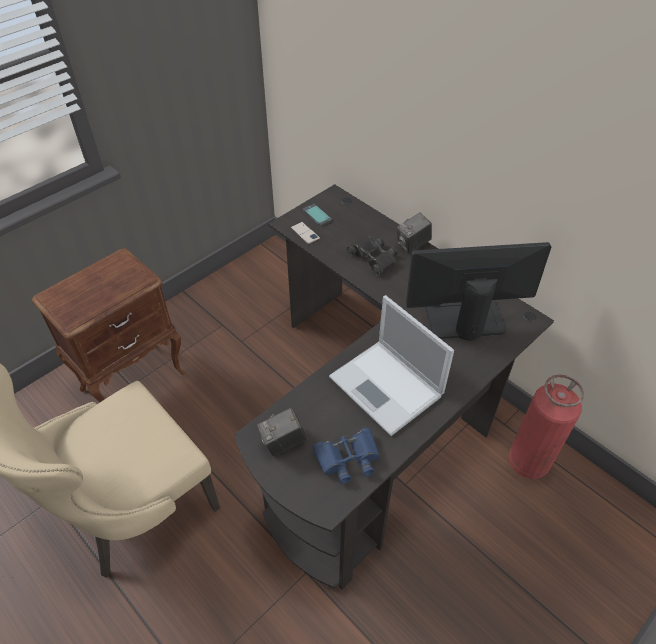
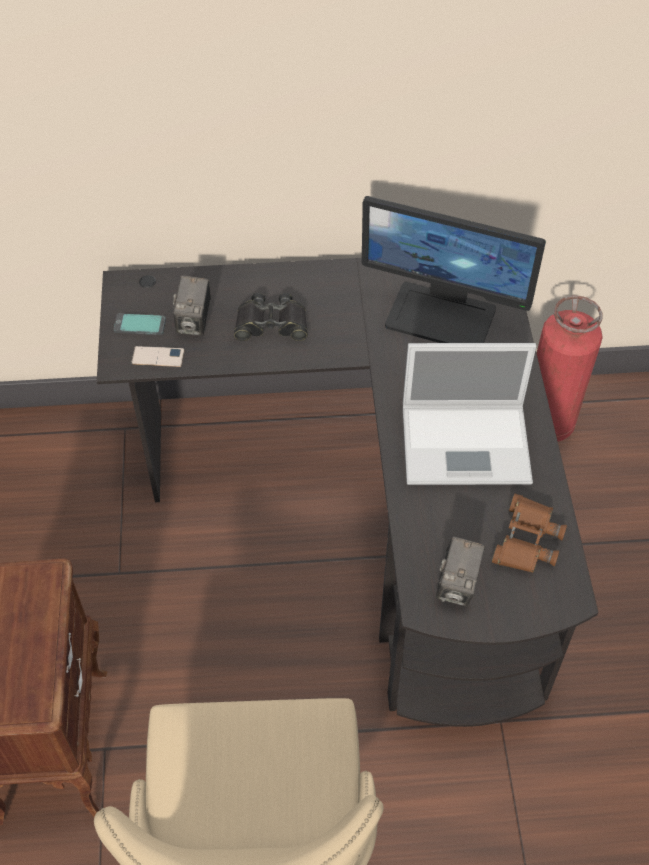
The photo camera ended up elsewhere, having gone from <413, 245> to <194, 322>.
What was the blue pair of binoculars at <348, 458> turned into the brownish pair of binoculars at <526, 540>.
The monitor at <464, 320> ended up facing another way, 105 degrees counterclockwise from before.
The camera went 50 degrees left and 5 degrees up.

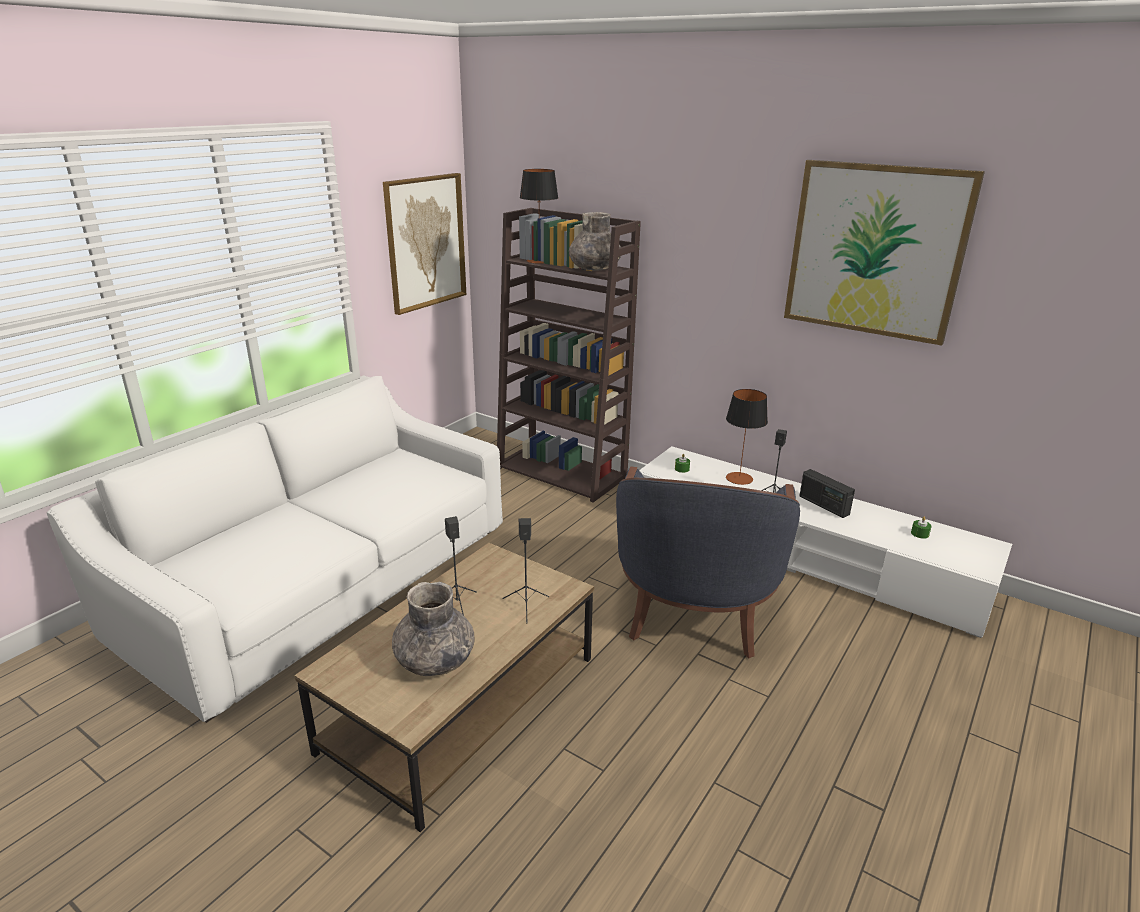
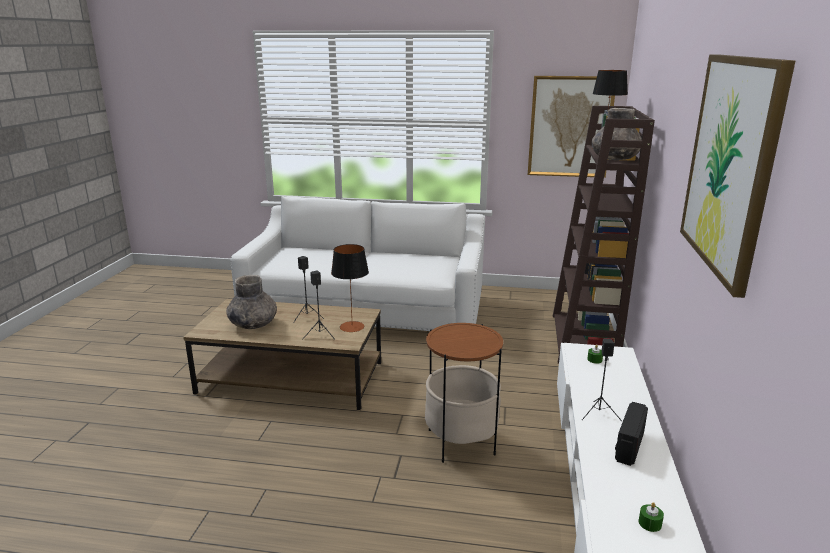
The tabletop lamp ended up elsewhere, having gone from <739, 478> to <352, 327>.
Where the blue lounge chair stood at <694, 606>, the side table came to stand at <460, 442>.
The camera went 65 degrees right and 5 degrees down.

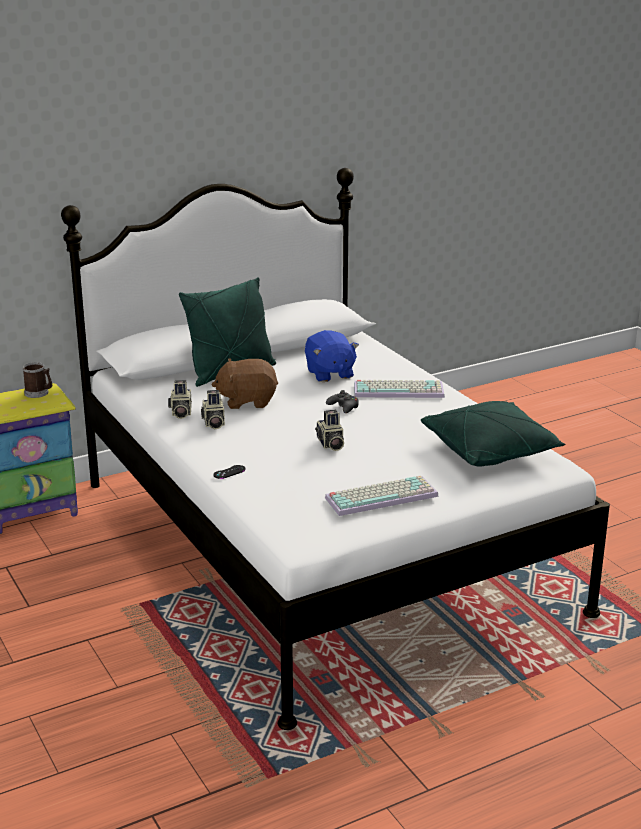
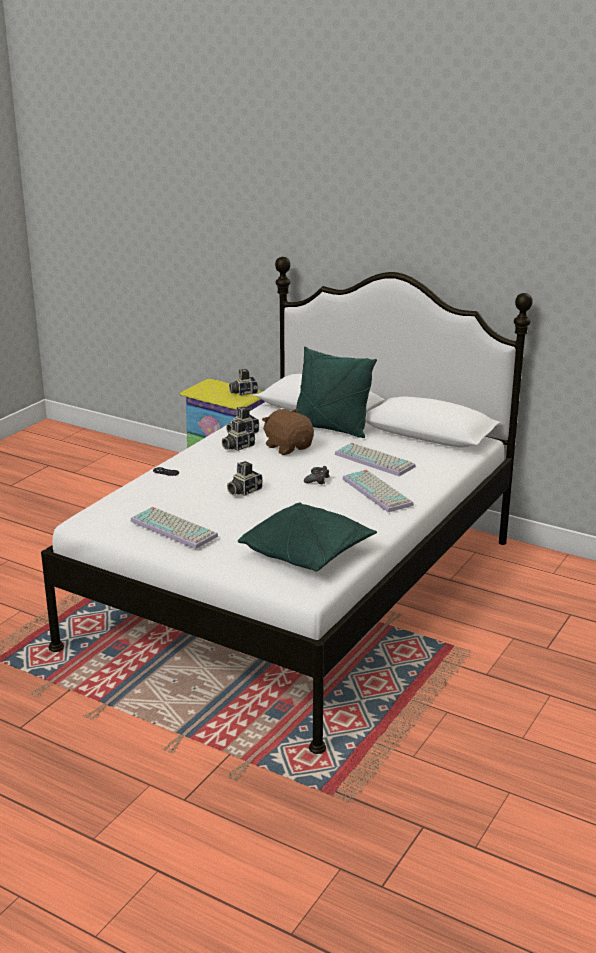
Where the tea mug stood at <39, 393>, the photo camera came to stand at <243, 392>.
Where the blue soft toy stood at <329, 374>, the computer keyboard came to stand at <376, 460>.
The camera went 60 degrees right and 0 degrees up.

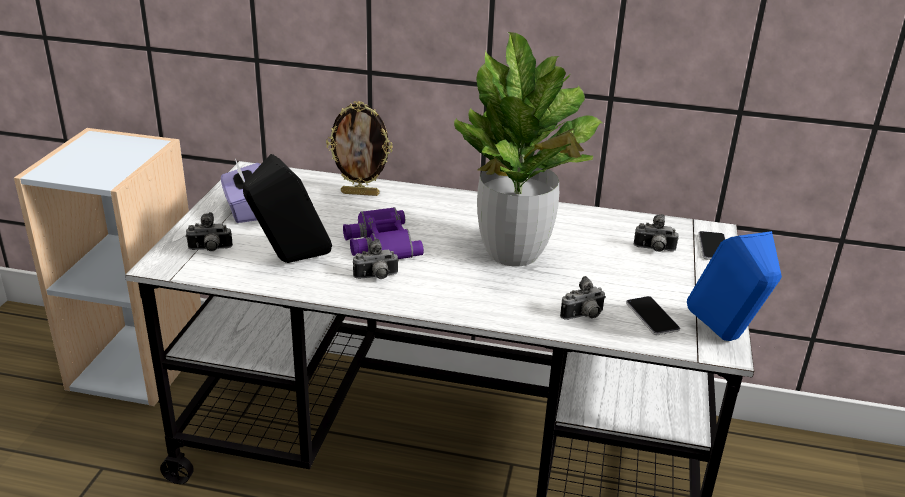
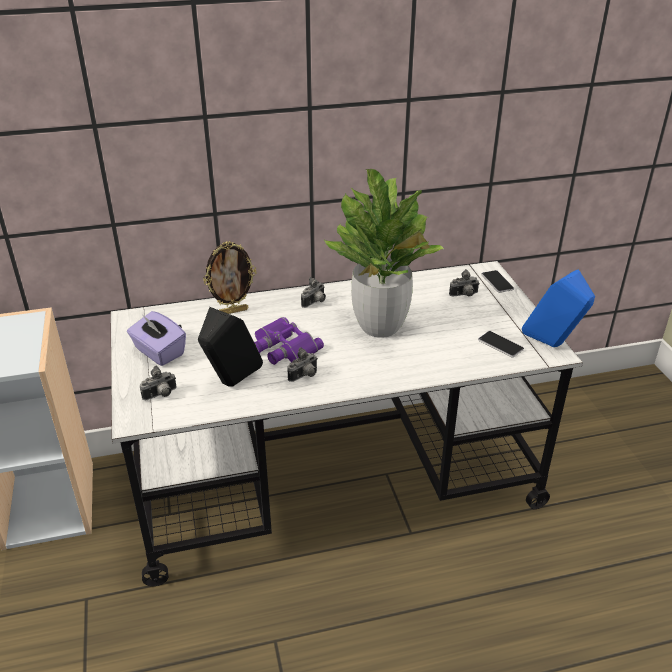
The photo camera ended up elsewhere, having gone from <584, 316> to <315, 302>.
The camera went 25 degrees left and 5 degrees up.

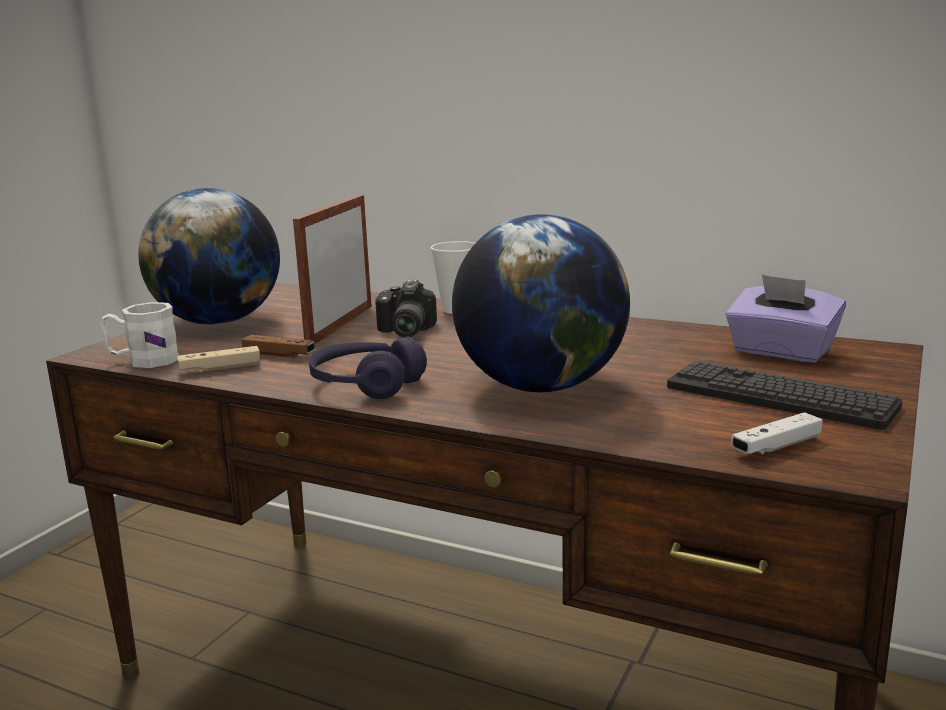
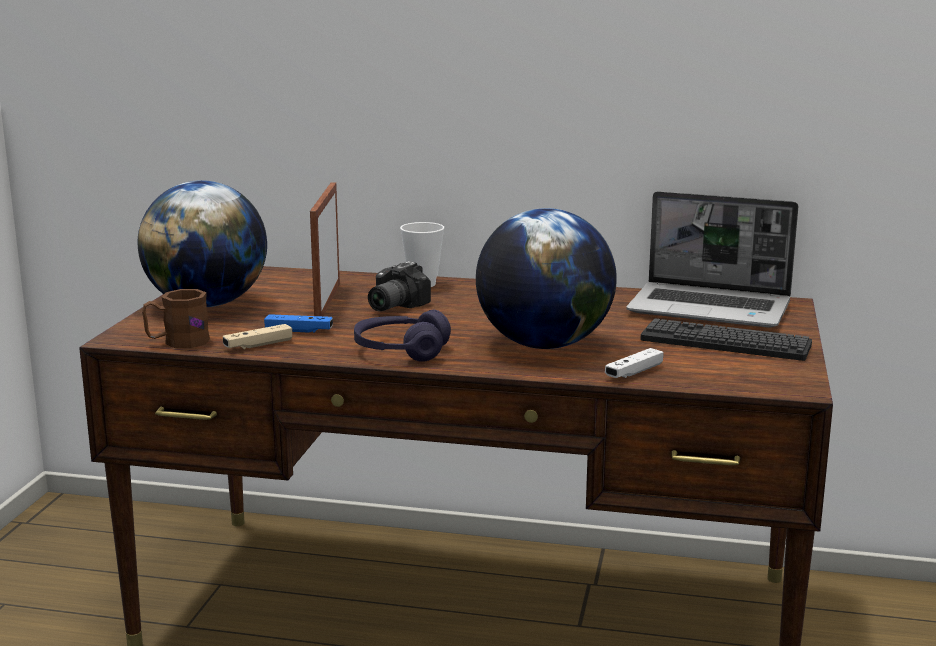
The white gamepad ended up elsewhere, having gone from <776, 446> to <634, 372>.
Where the purple tissue box stood at <781, 352>, the portable computer came to stand at <711, 308>.
What was the white tea mug at <143, 361> turned into the brownish tea mug at <177, 342>.
What was the brownish gamepad at <279, 354> turned into the blue gamepad at <299, 331>.
The photo camera at <403, 332> ended up facing another way, 45 degrees clockwise from before.
The camera went 15 degrees left and 0 degrees up.

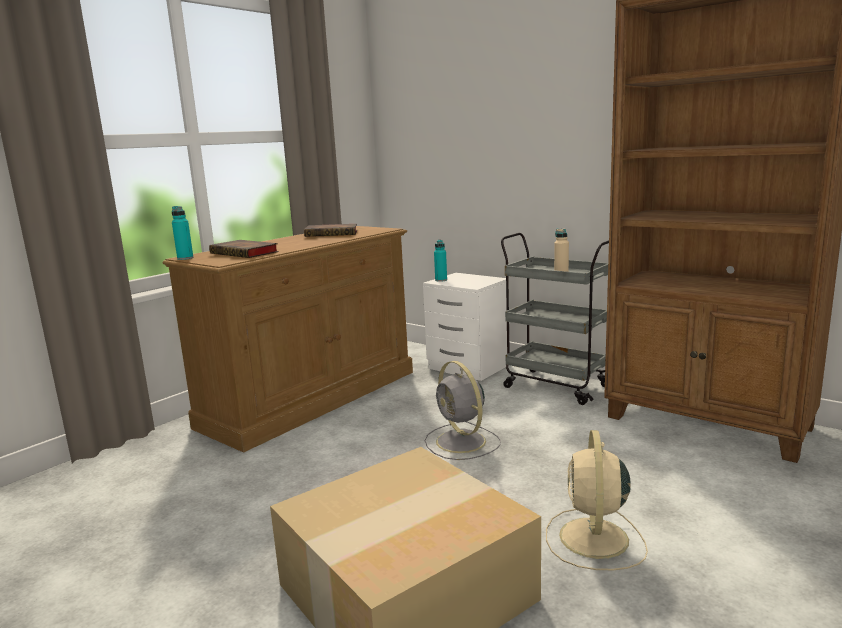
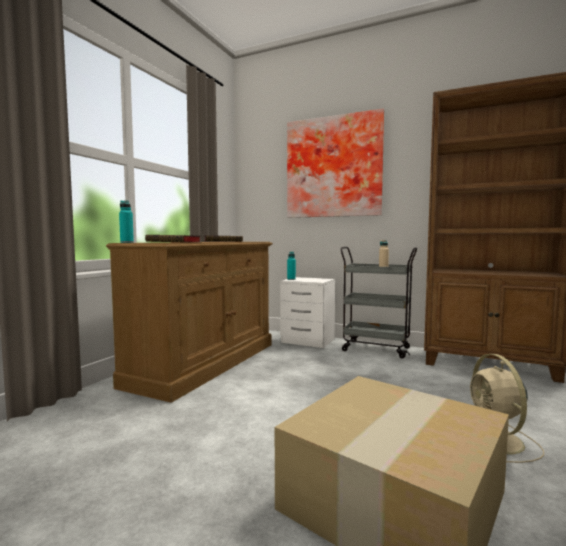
The second view lost the gray cooling fan at <462, 442>.
The second view gained the wall picture at <334, 167>.
The camera went 15 degrees left and 10 degrees down.

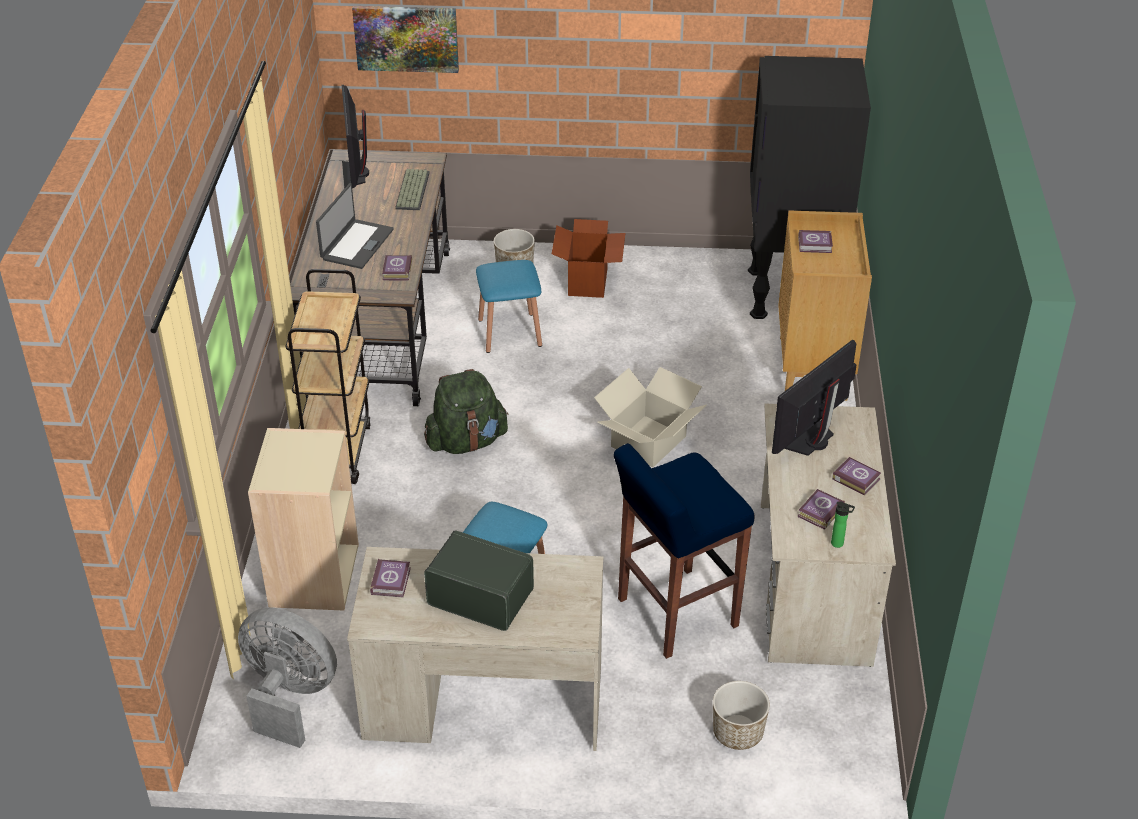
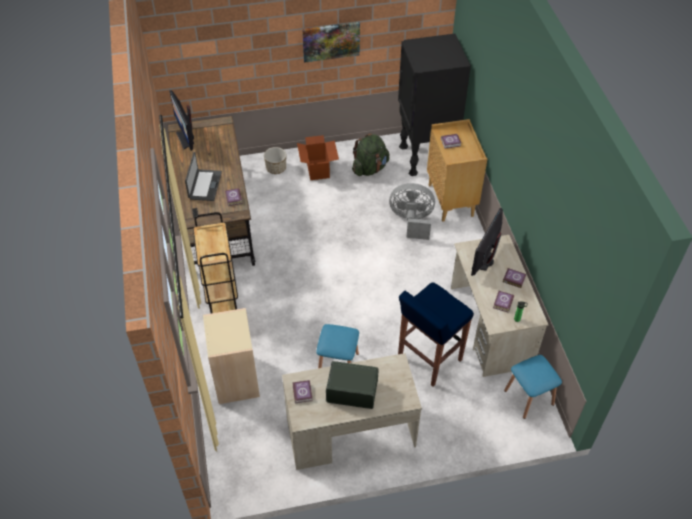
The second view lost the computer keyboard at <411, 190>.
The second view lost the cardboard box at <647, 441>.
The second view lost the planter at <737, 732>.
The gray cooling fan ended up elsewhere, having gone from <289, 696> to <412, 221>.
The wall picture ended up elsewhere, having gone from <406, 38> to <331, 41>.
The greenish rucksack ended up elsewhere, having gone from <466, 442> to <370, 168>.
The blue sitting stool ended up elsewhere, having gone from <509, 332> to <529, 397>.
The camera went 15 degrees left and 10 degrees up.

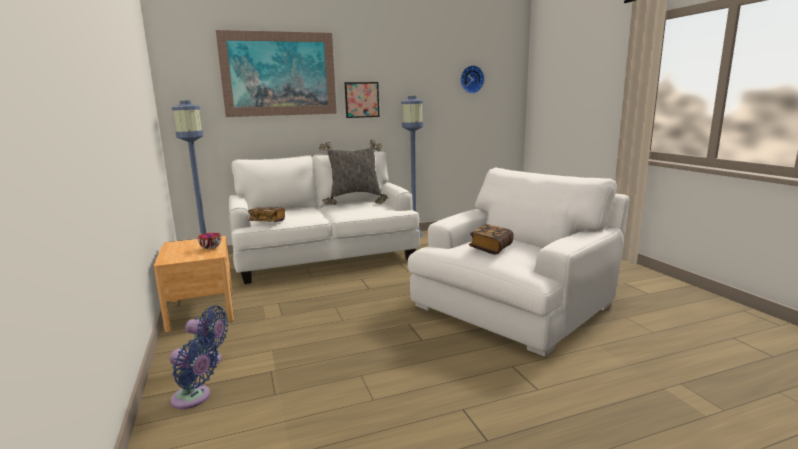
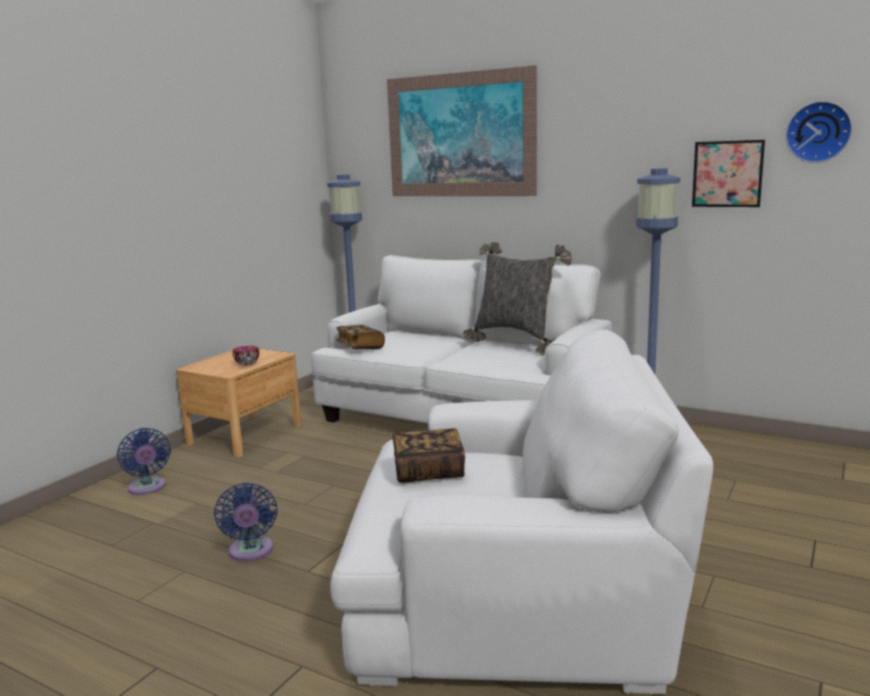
The blue cooling fan ended up elsewhere, having gone from <194, 398> to <251, 552>.
The wall picture ended up elsewhere, having gone from <362, 100> to <727, 174>.
The camera went 50 degrees right and 0 degrees up.

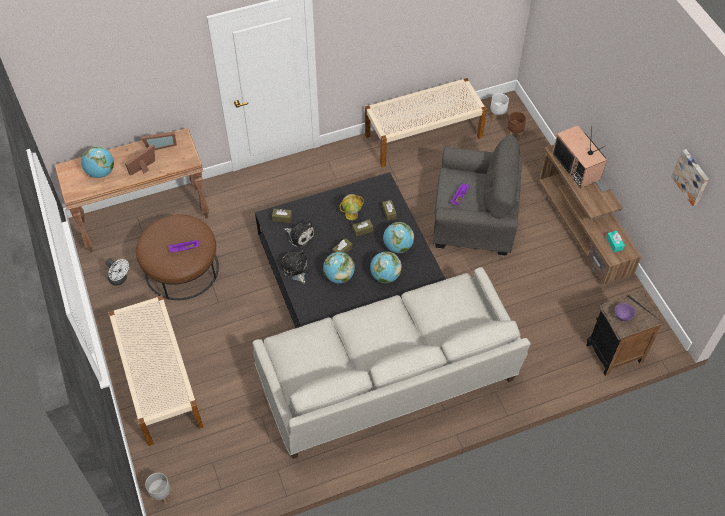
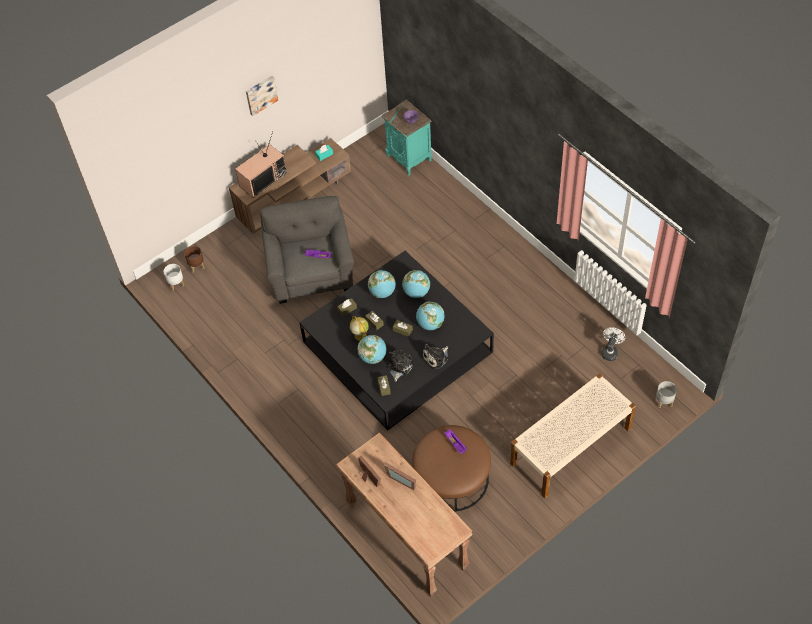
The second view lost the white settee at <387, 379>.
The second view lost the beige-coloured indoor bench at <423, 136>.
The desk globe ended up elsewhere, having gone from <101, 172> to <373, 357>.
The white cooling fan ended up elsewhere, having gone from <120, 280> to <610, 351>.
The wall picture ended up elsewhere, having gone from <691, 177> to <261, 94>.
What was the blackish nightstand at <613, 352> turned into the turquoise nightstand at <408, 158>.
The camera went 105 degrees left and 0 degrees up.

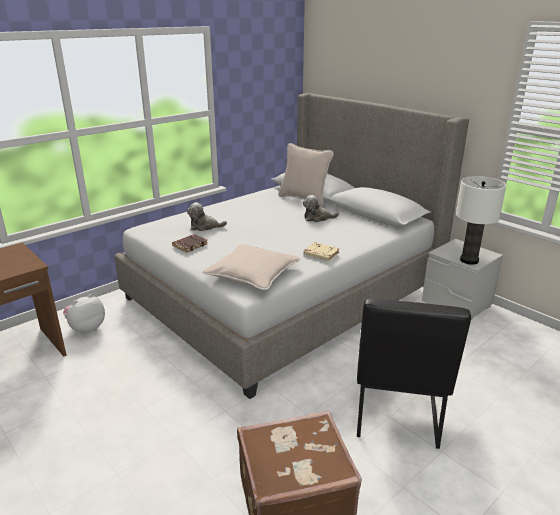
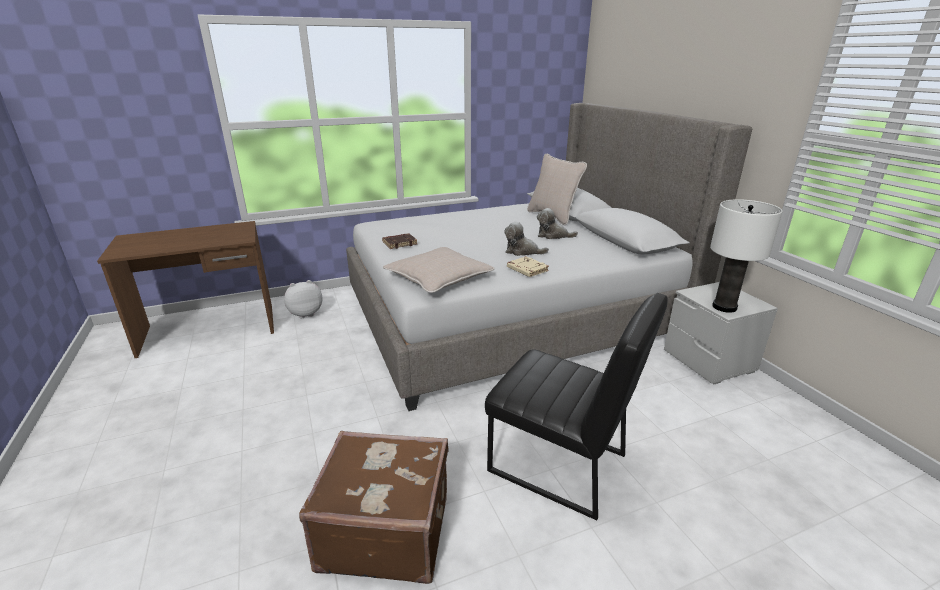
The soft toy ended up elsewhere, having gone from <204, 227> to <522, 251>.
The blackish upright chair at <396, 411> ended up facing another way, 90 degrees counterclockwise from before.
The camera went 20 degrees right and 0 degrees up.

